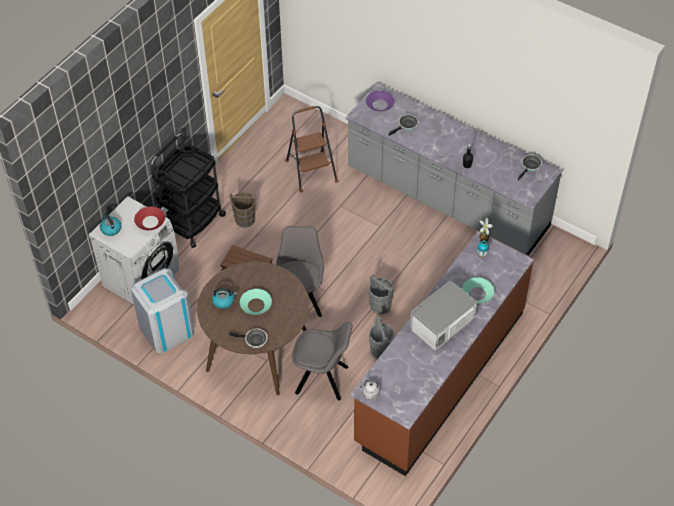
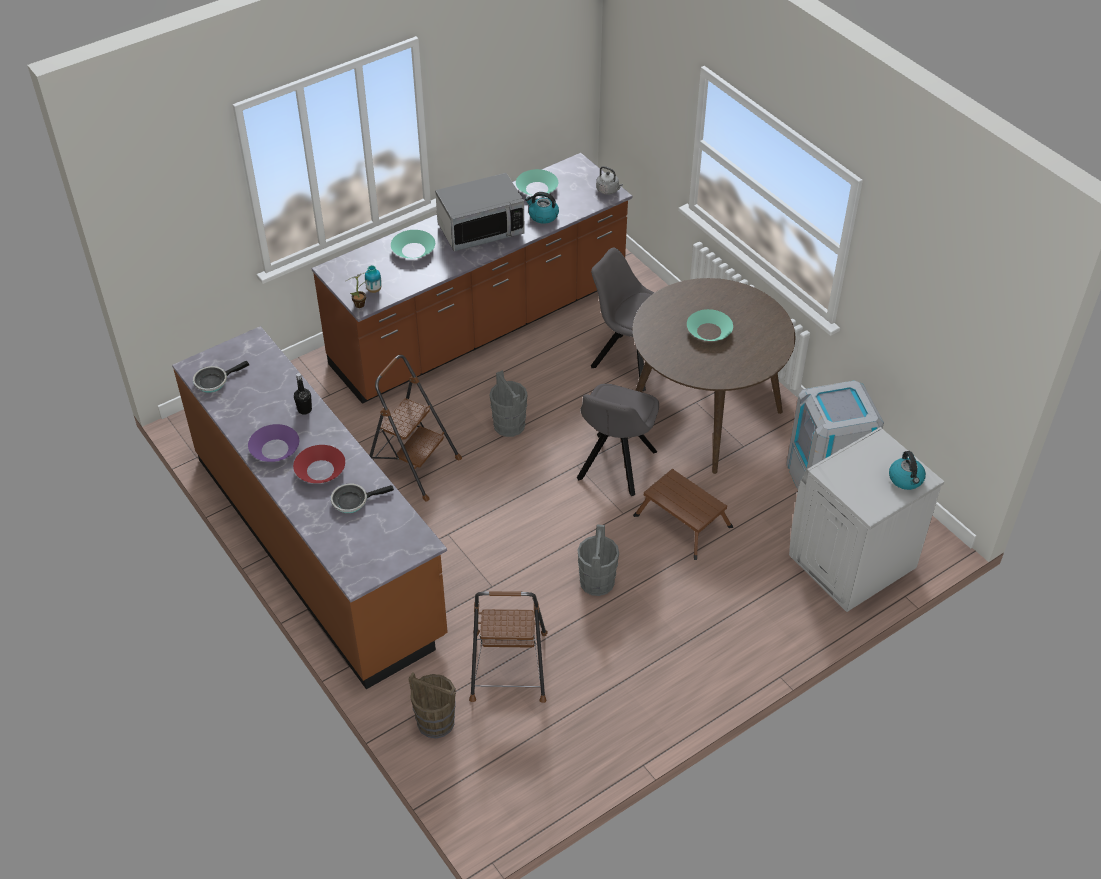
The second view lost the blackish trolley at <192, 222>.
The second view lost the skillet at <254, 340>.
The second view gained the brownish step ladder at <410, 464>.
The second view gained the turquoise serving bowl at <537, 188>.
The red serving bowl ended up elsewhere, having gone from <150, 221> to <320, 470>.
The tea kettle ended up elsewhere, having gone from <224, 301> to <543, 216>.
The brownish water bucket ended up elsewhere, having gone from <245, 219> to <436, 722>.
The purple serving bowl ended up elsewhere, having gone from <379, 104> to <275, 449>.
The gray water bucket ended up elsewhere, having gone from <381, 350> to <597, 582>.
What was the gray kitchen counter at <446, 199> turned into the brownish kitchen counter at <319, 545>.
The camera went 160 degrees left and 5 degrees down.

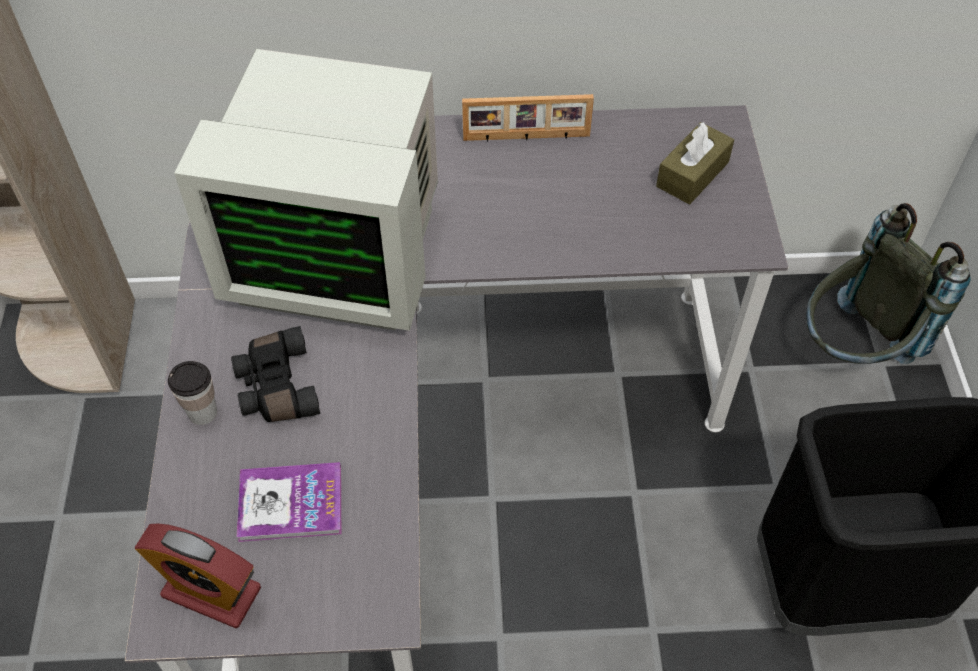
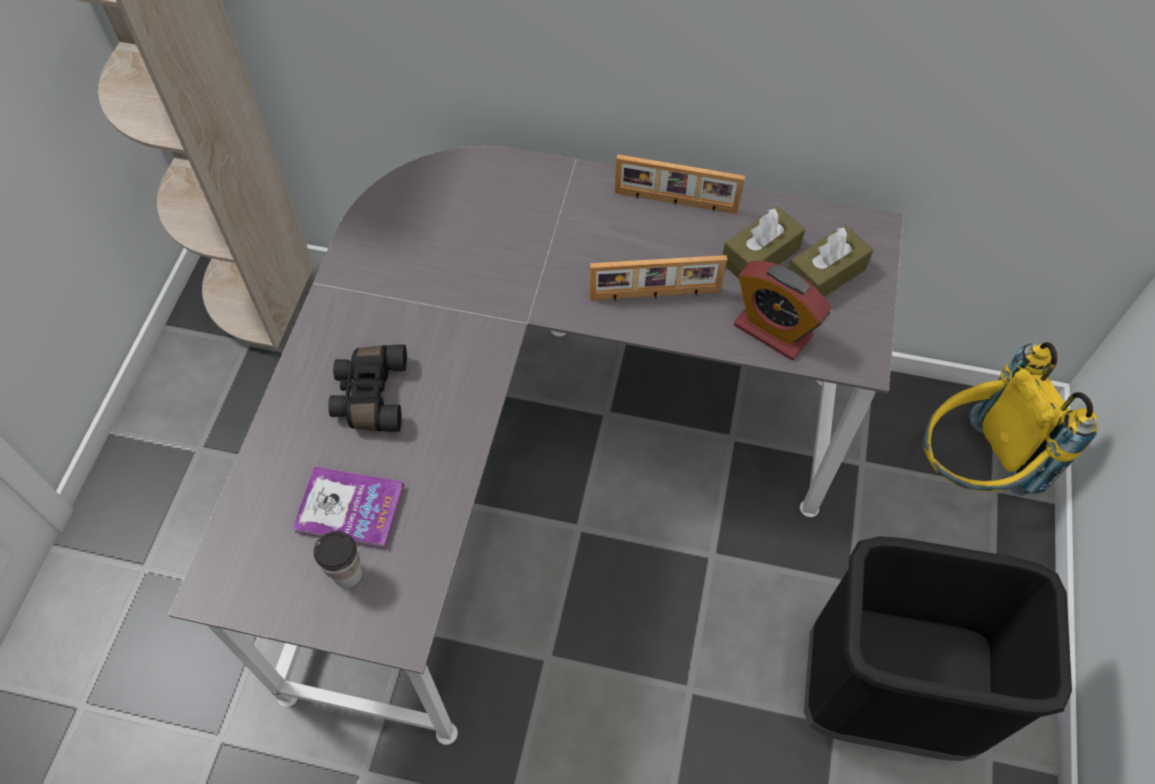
The second view lost the monitor at <339, 254>.
The second view gained the photo frame at <655, 295>.
The second view gained the brownish tissue box at <760, 256>.
The table clock ended up elsewhere, having gone from <211, 592> to <772, 330>.
The drinking cup ended up elsewhere, having gone from <202, 412> to <347, 574>.
What was the gray rucksack at <853, 350> turned into the yellowish rucksack at <969, 469>.
The camera went 15 degrees right and 5 degrees up.

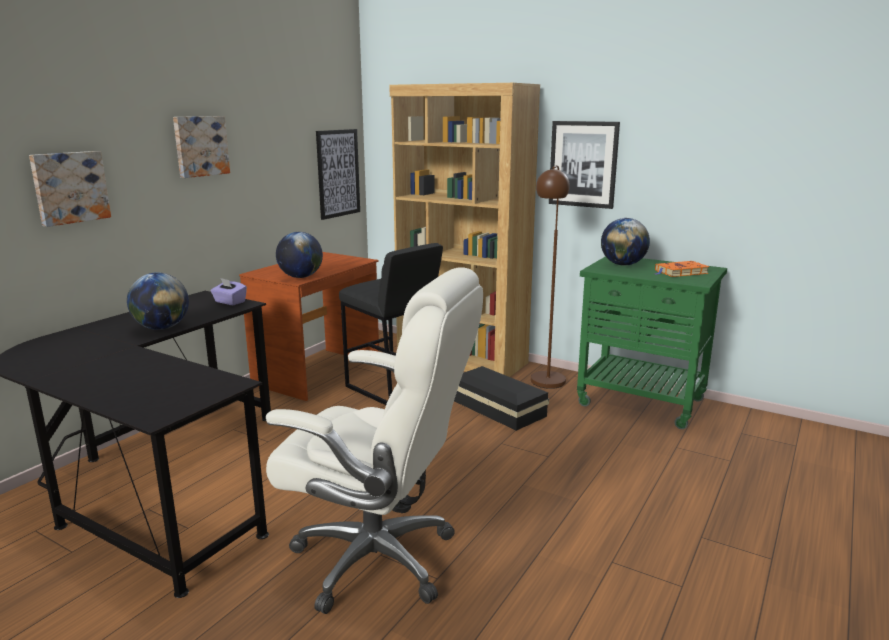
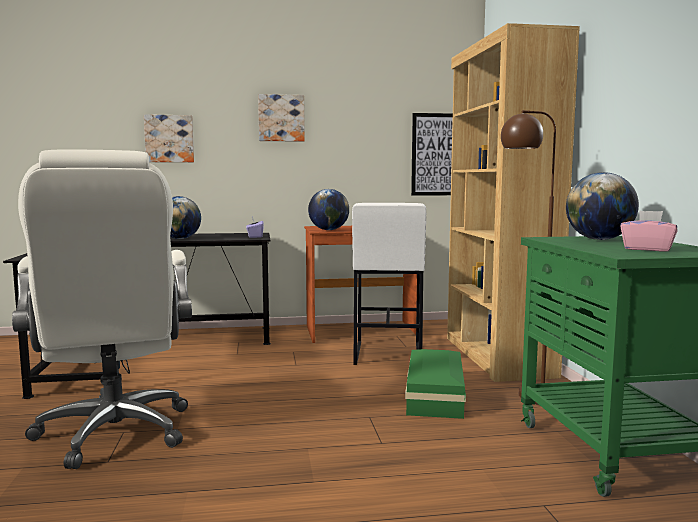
The second view lost the wall picture at <583, 164>.
Where the orange bound book stood at <680, 272>, the pink-coloured tissue box came to stand at <647, 249>.
What was the blackish sitting stool at <393, 388> turned into the white sitting stool at <388, 355>.
What was the blackish storage bin at <497, 407> turned into the greenish storage bin at <436, 395>.
The camera went 50 degrees right and 10 degrees down.

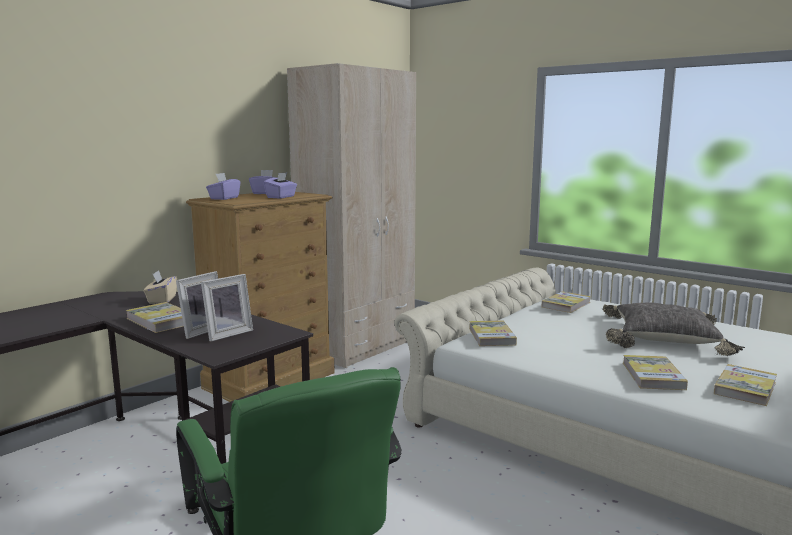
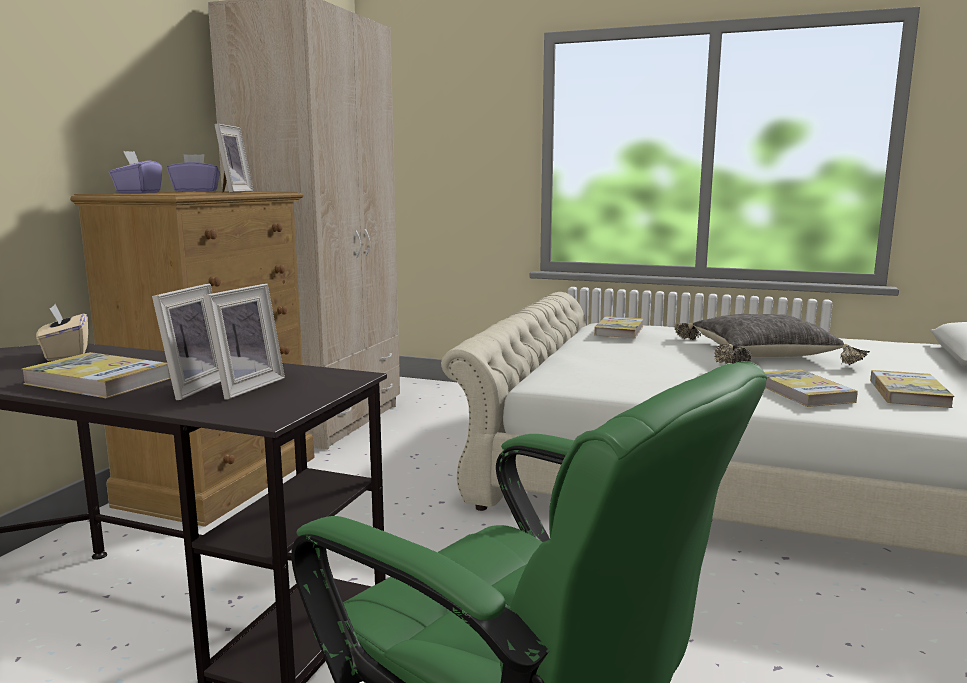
The second view lost the bound book at <491, 336>.
Where the purple tissue box stood at <281, 197>, the photo frame came to stand at <232, 192>.
The camera went 20 degrees left and 0 degrees up.

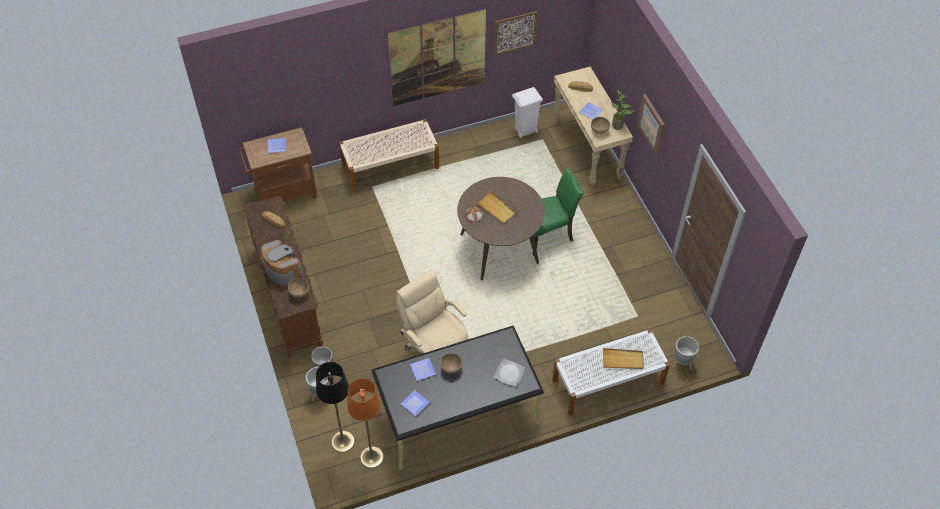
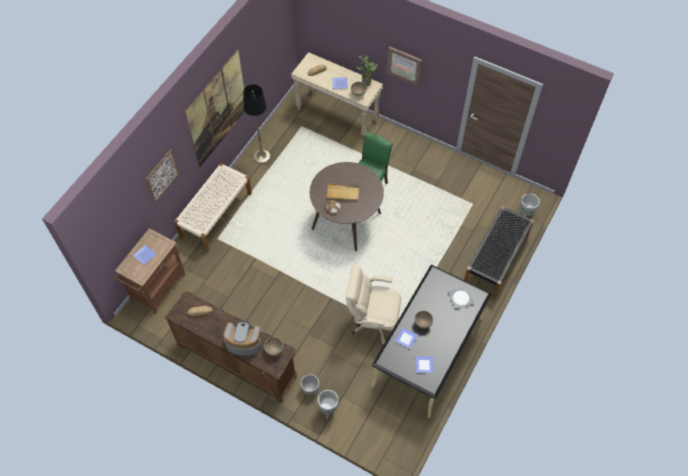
The second view lost the orange standard lamp at <371, 457>.
The second view lost the white trash can at <525, 131>.
The second view lost the beige-coloured carrying tray at <623, 360>.
The blackish standard lamp ended up elsewhere, having gone from <343, 441> to <262, 156>.
The wall picture ended up elsewhere, having gone from <515, 32> to <162, 175>.
What was the white indoor bench at <608, 382> turned into the blackish indoor bench at <496, 259>.
The camera went 40 degrees left and 5 degrees up.

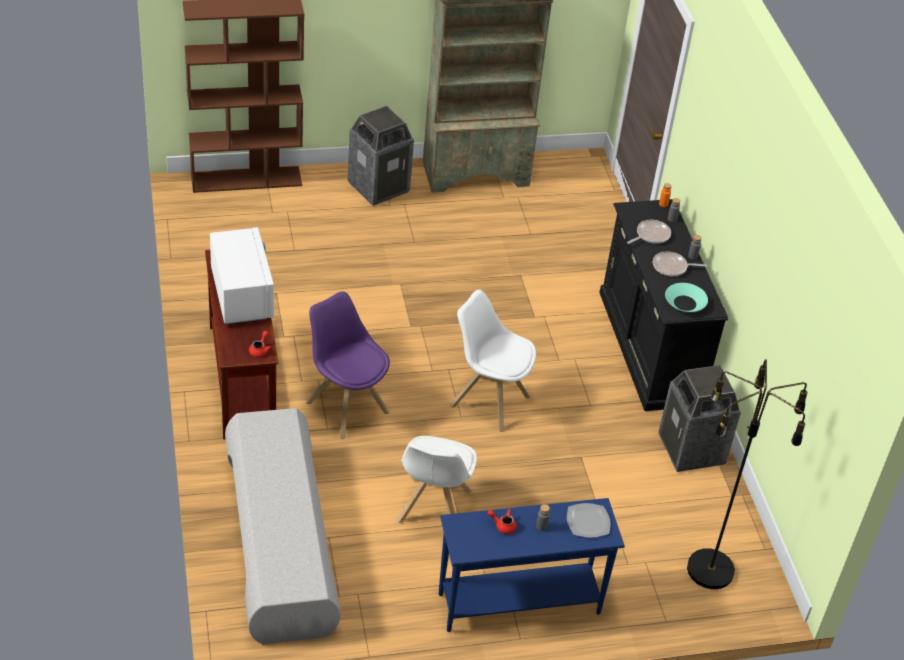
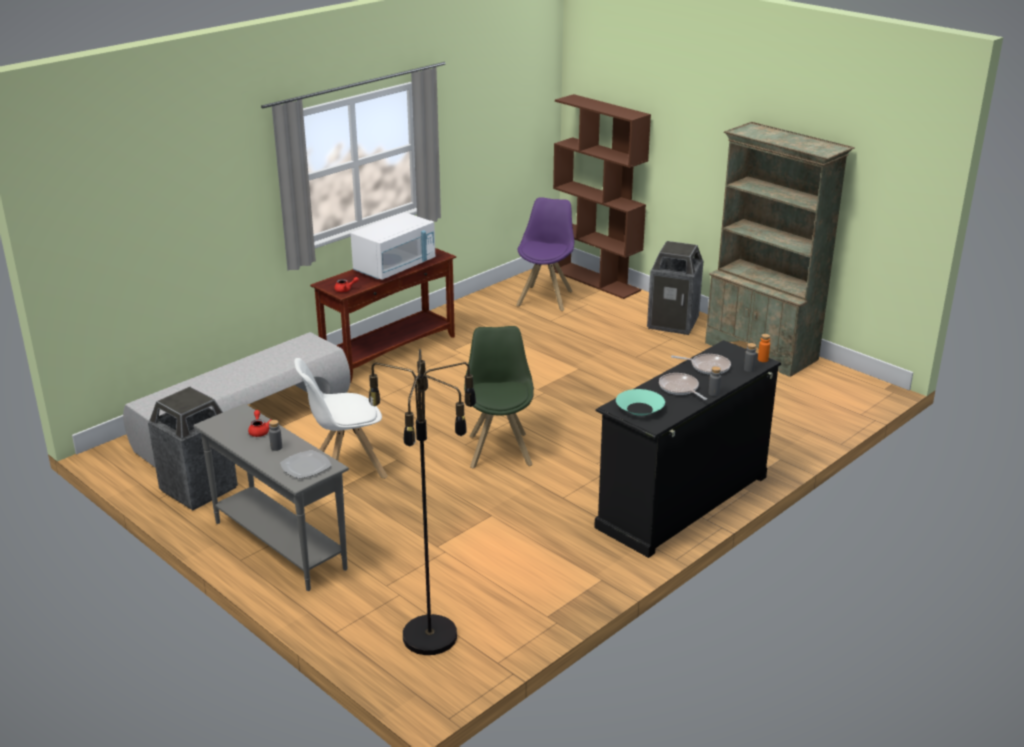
The purple upright chair ended up elsewhere, having gone from <346, 407> to <545, 298>.
The trash can ended up elsewhere, having gone from <691, 450> to <198, 489>.
What was the blue hall table at <518, 605> turned into the gray hall table at <278, 545>.
What was the white upright chair at <489, 401> turned into the greenish upright chair at <499, 450>.
The camera went 60 degrees right and 15 degrees down.

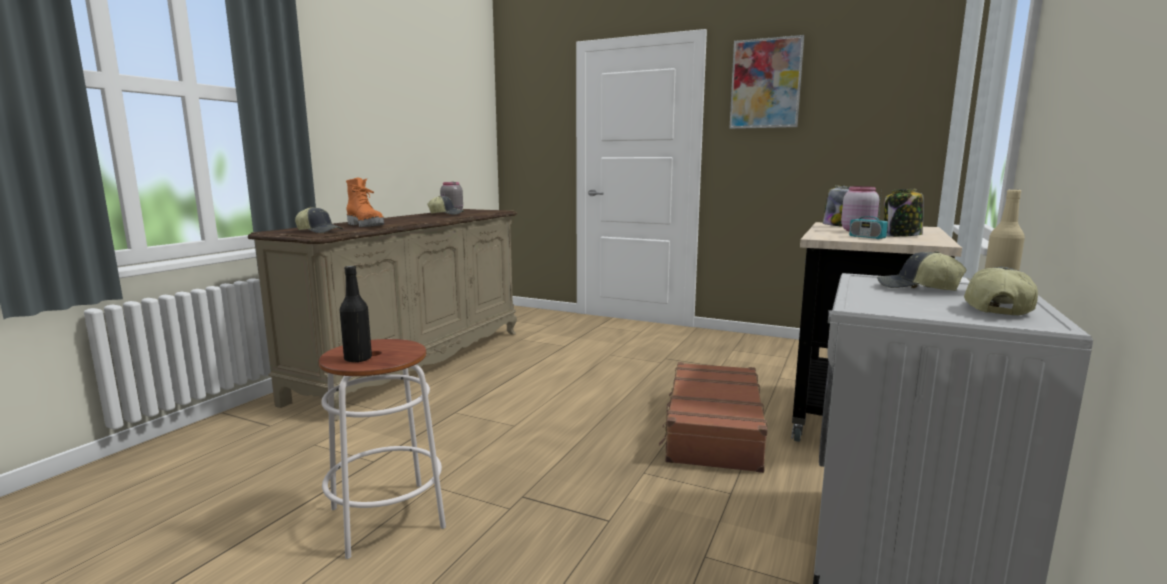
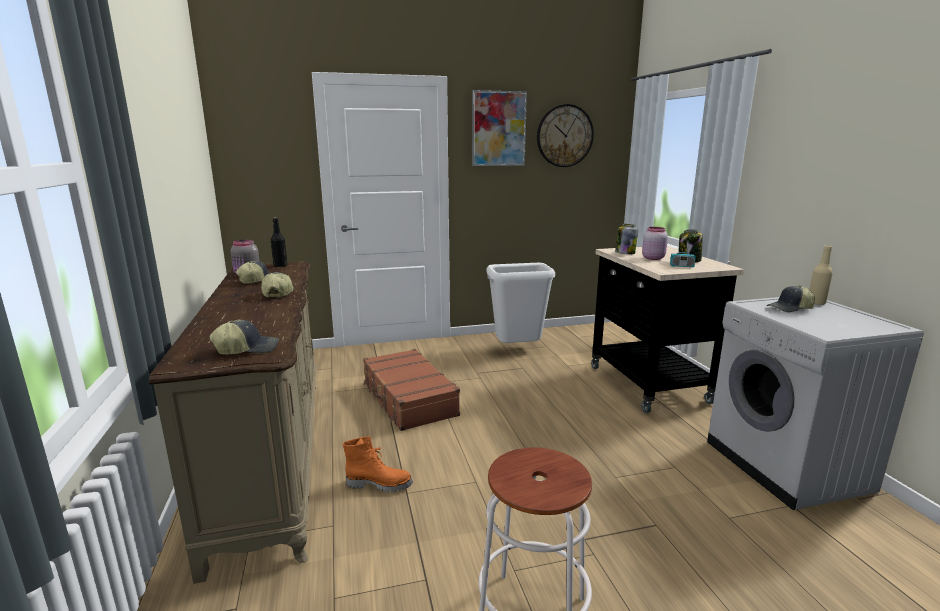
The second view gained the white trash can at <518, 349>.
The second view gained the clock on the wall at <564, 136>.
The blackish drink bottle ended up elsewhere, having gone from <358, 359> to <280, 266>.
The orange high-top boot ended up elsewhere, having gone from <366, 225> to <379, 484>.
The brownish travel case ended up elsewhere, having gone from <712, 430> to <408, 399>.
The peaked cap ended up elsewhere, having gone from <995, 309> to <278, 293>.
The camera went 40 degrees left and 5 degrees up.

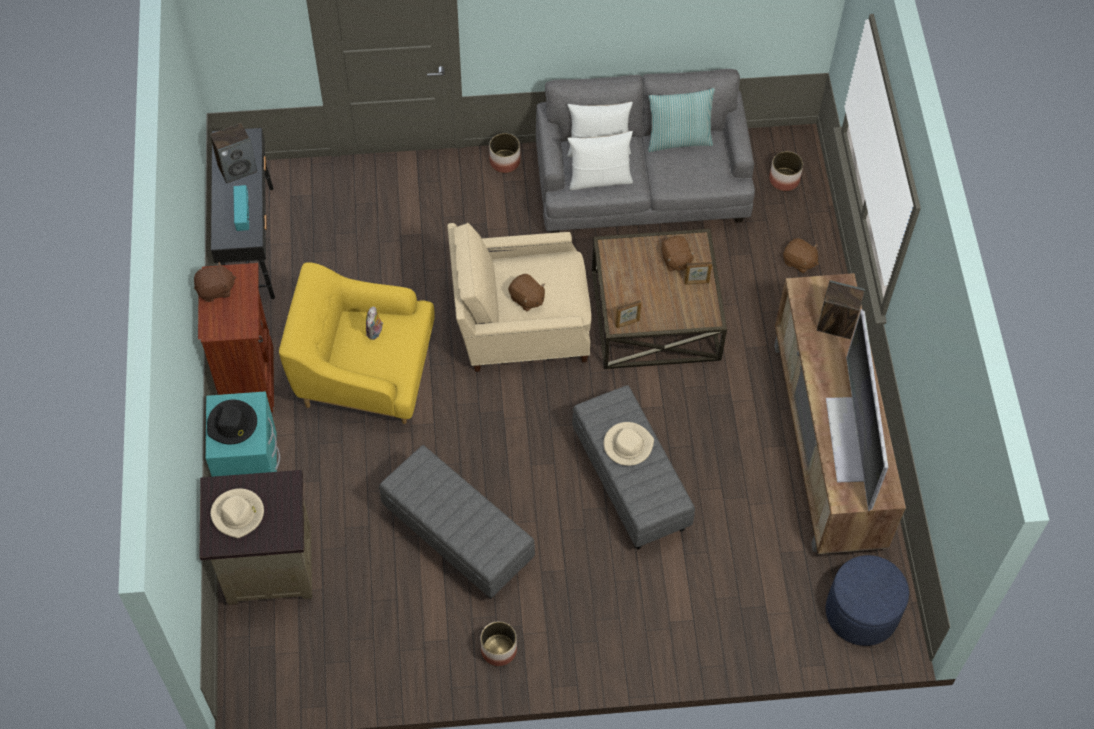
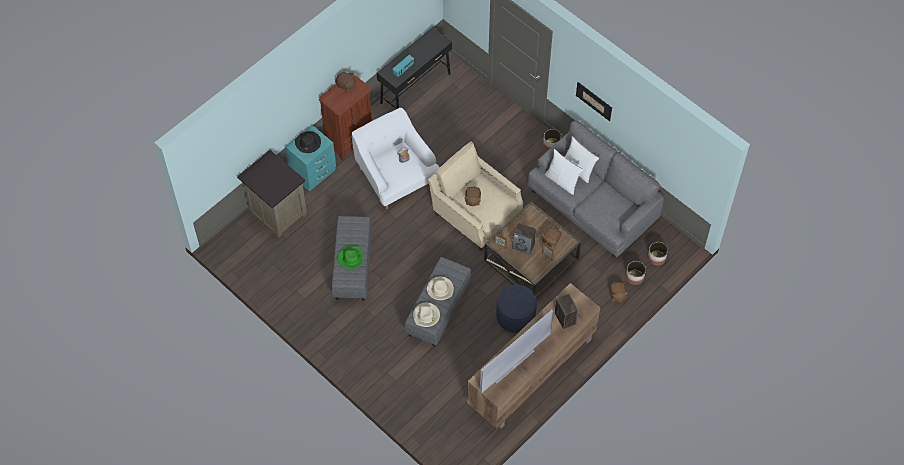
The second view lost the cushion at <678, 139>.
The second view gained the greenish wearable hat at <351, 258>.
The second view gained the wall picture at <594, 101>.
The speaker ended up elsewhere, having gone from <237, 169> to <523, 246>.
The beige-coloured wearable hat ended up elsewhere, having gone from <238, 514> to <426, 316>.
The planter ended up elsewhere, having gone from <499, 650> to <634, 277>.
The blue ottoman ended up elsewhere, having gone from <861, 612> to <515, 316>.
What was the yellowish lounge chair at <365, 372> turned into the white lounge chair at <396, 176>.
The camera went 50 degrees right and 0 degrees up.

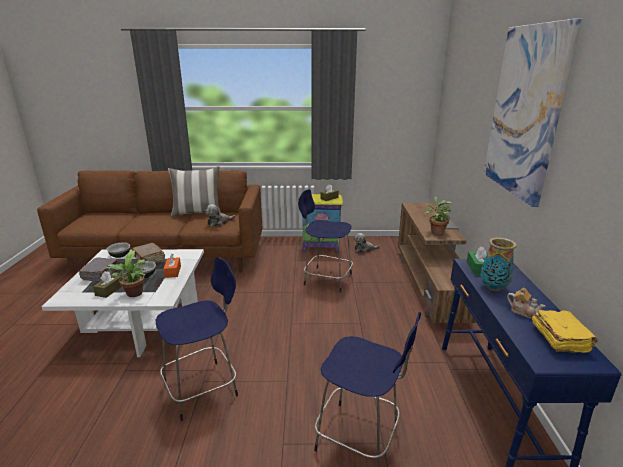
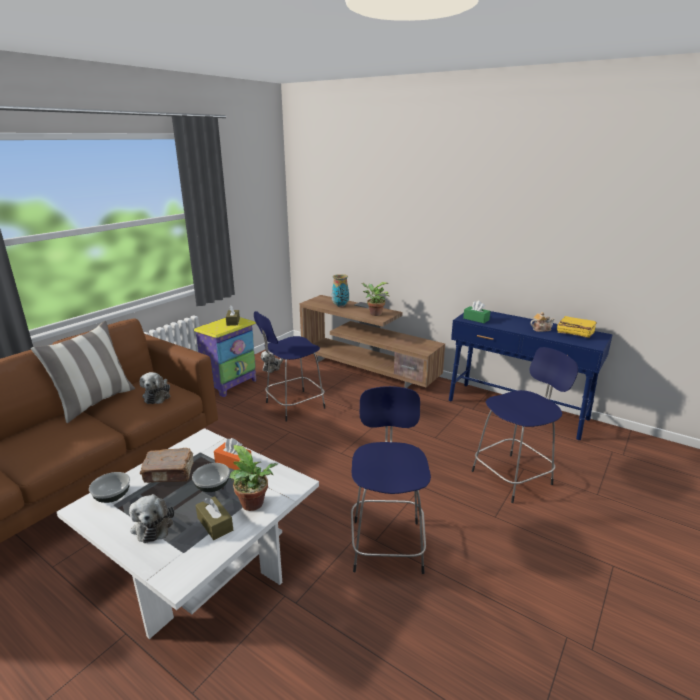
The second view lost the wall picture at <525, 112>.
The vase ended up elsewhere, having gone from <493, 288> to <340, 306>.
Where the gray bound book stood at <101, 274>, the soft toy came to stand at <153, 525>.
The camera went 55 degrees left and 0 degrees up.

